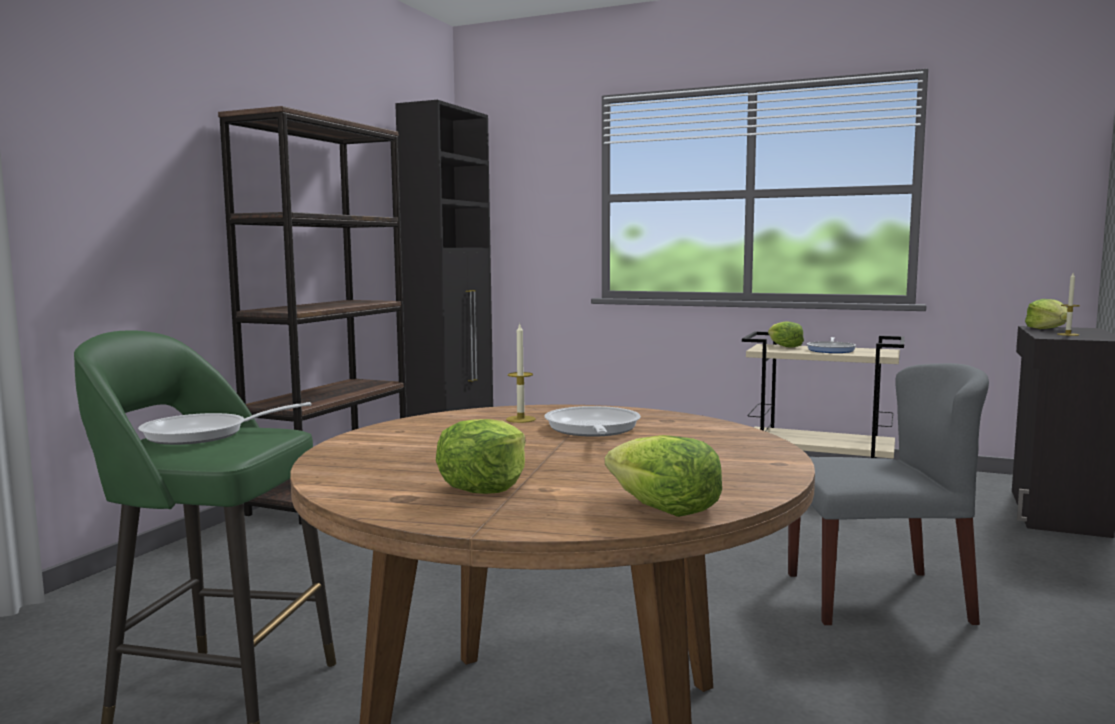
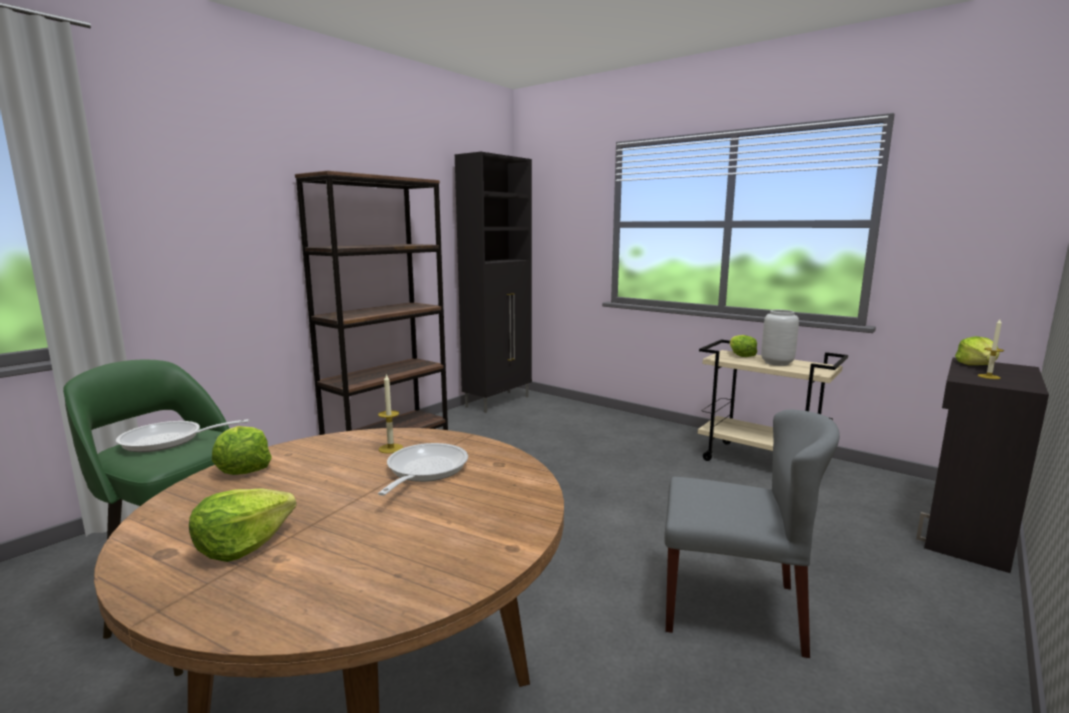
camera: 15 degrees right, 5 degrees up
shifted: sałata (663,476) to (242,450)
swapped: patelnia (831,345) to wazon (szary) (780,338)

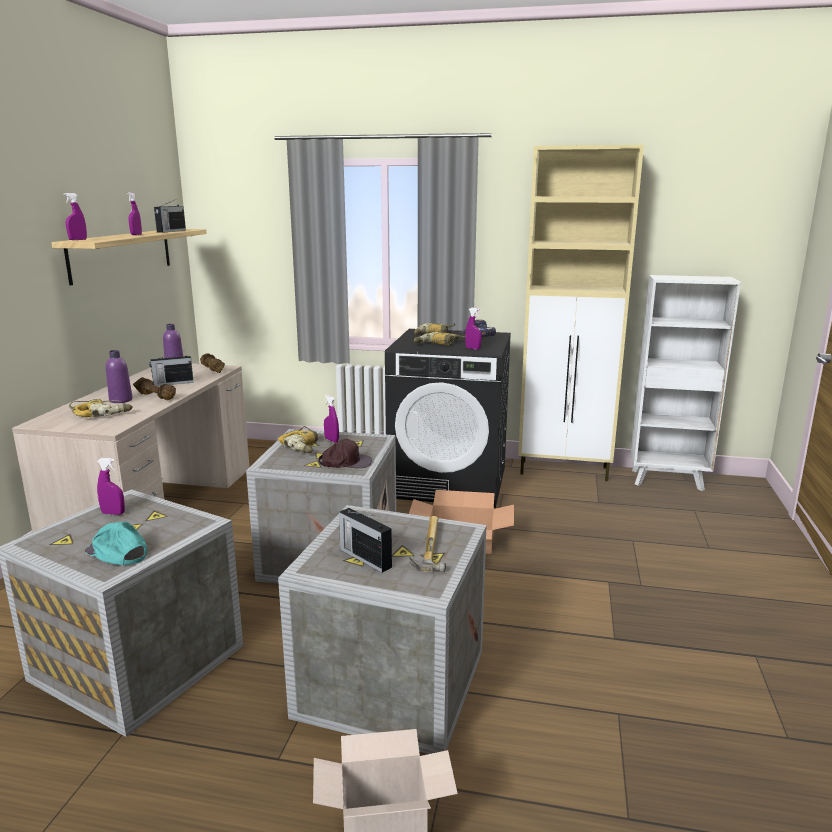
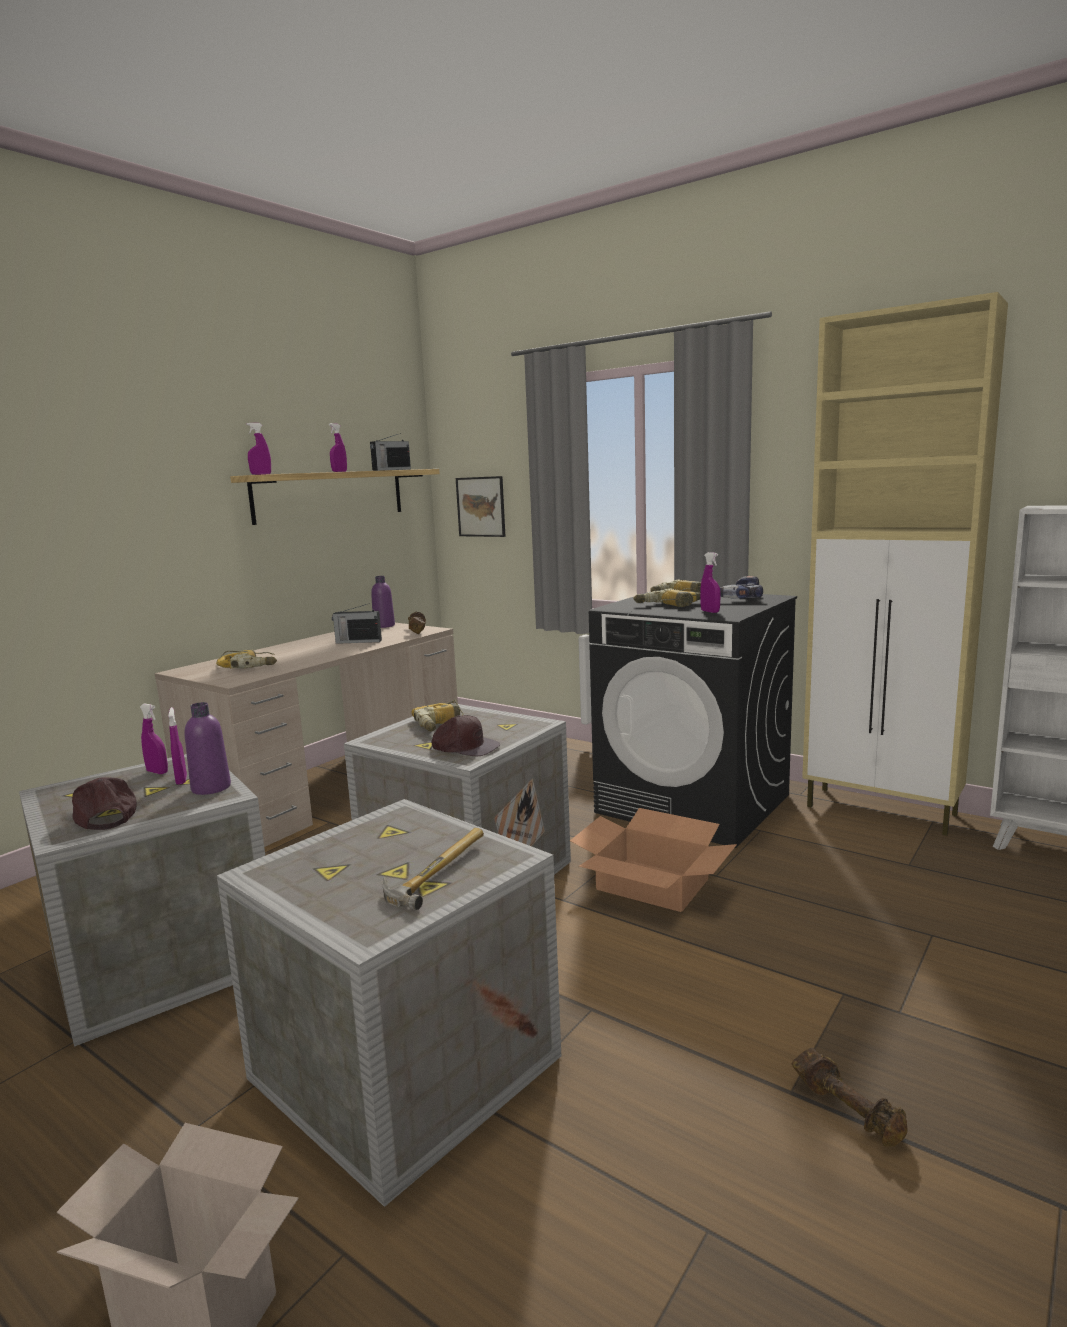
camera: 25 degrees right, 5 degrees down
gone: radio (365,540)
new: obraz (481,506)
shifted: spryskiwacz (fioletowy) (331,419) to (177,746); butelka (fioletowy) (119,376) to (208,748); hantel (brązowy) (154,388) to (849,1097)
repainted: czapka z daszkiem (turkusowy) (116,543) to czapka z daszkiem (brązowy) (104,803)

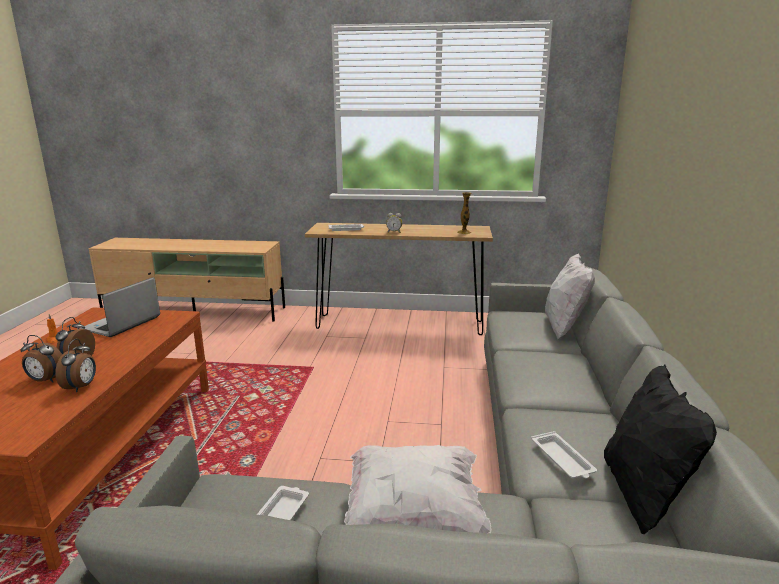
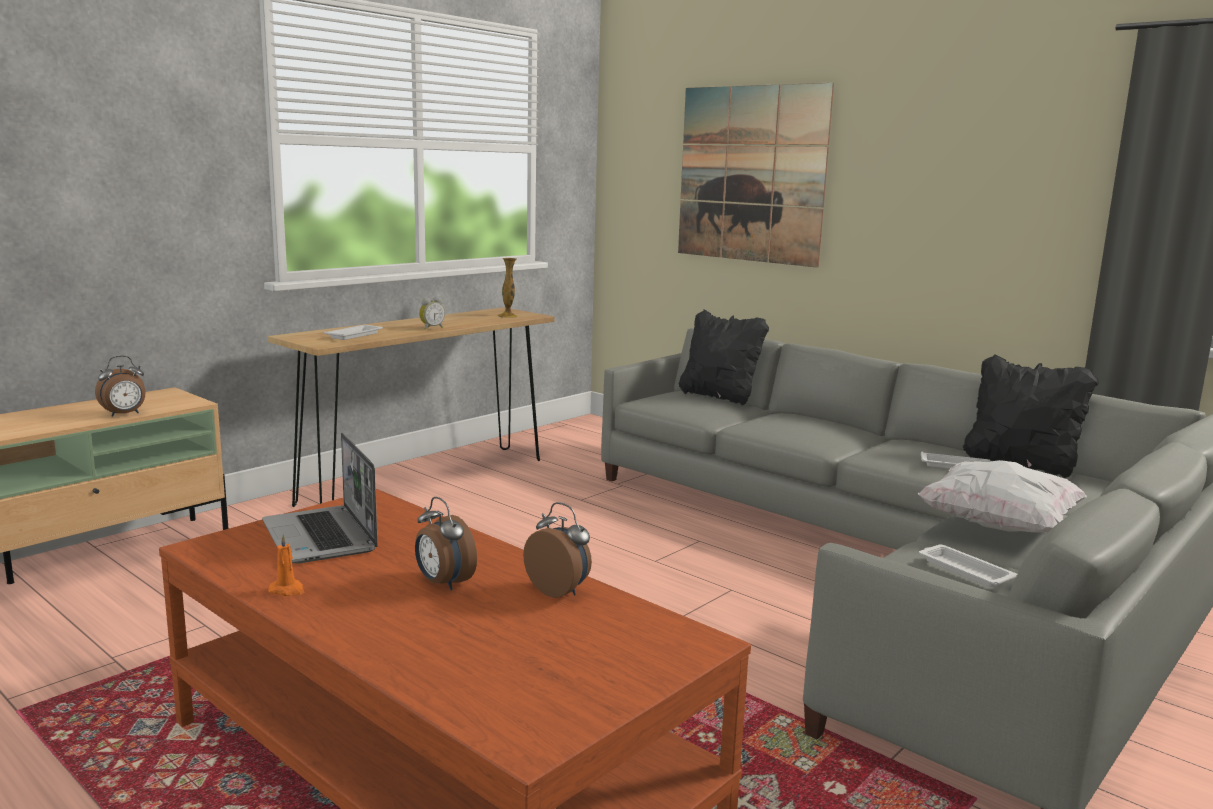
camera: 55 degrees left, 5 degrees down
new: obraz (756,175)
shifted: budzik (41,358) to (120,386)
repainted: poduszka (biały) (570,296) to poduszka (czarny) (724,357)

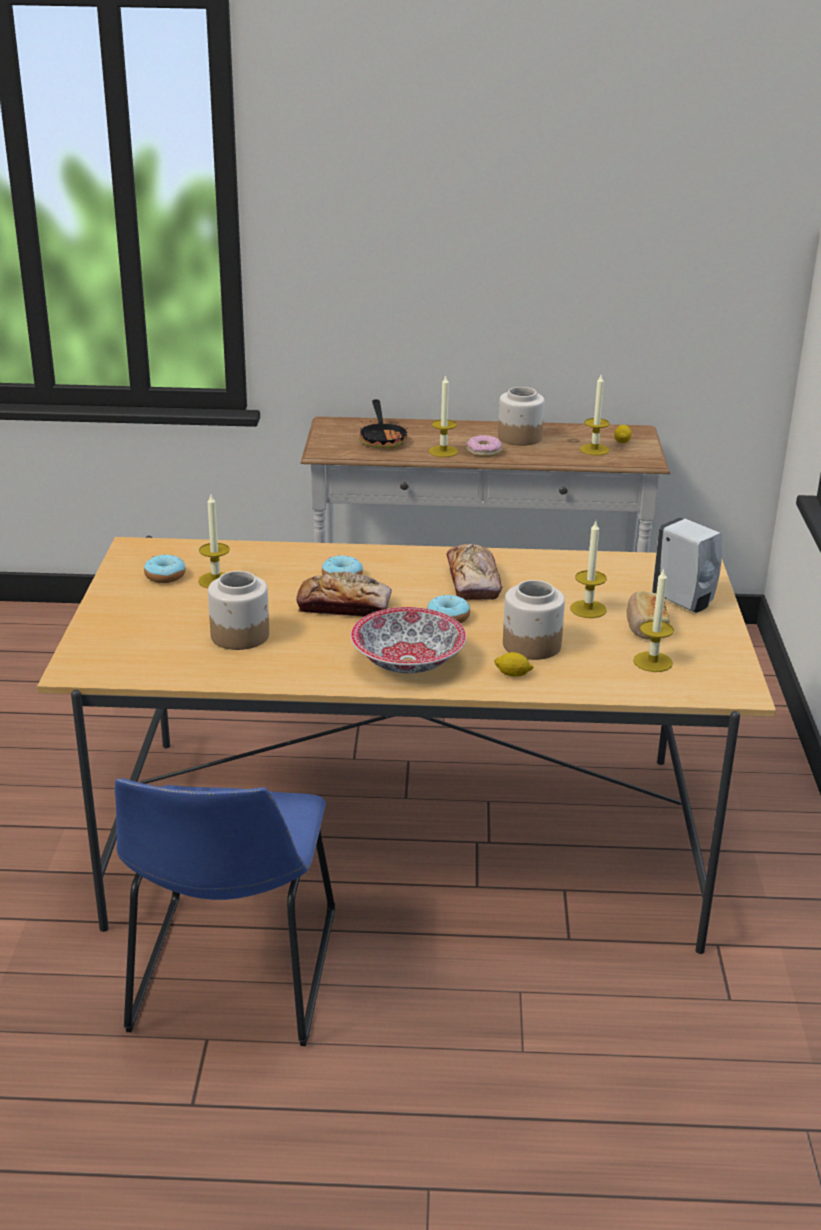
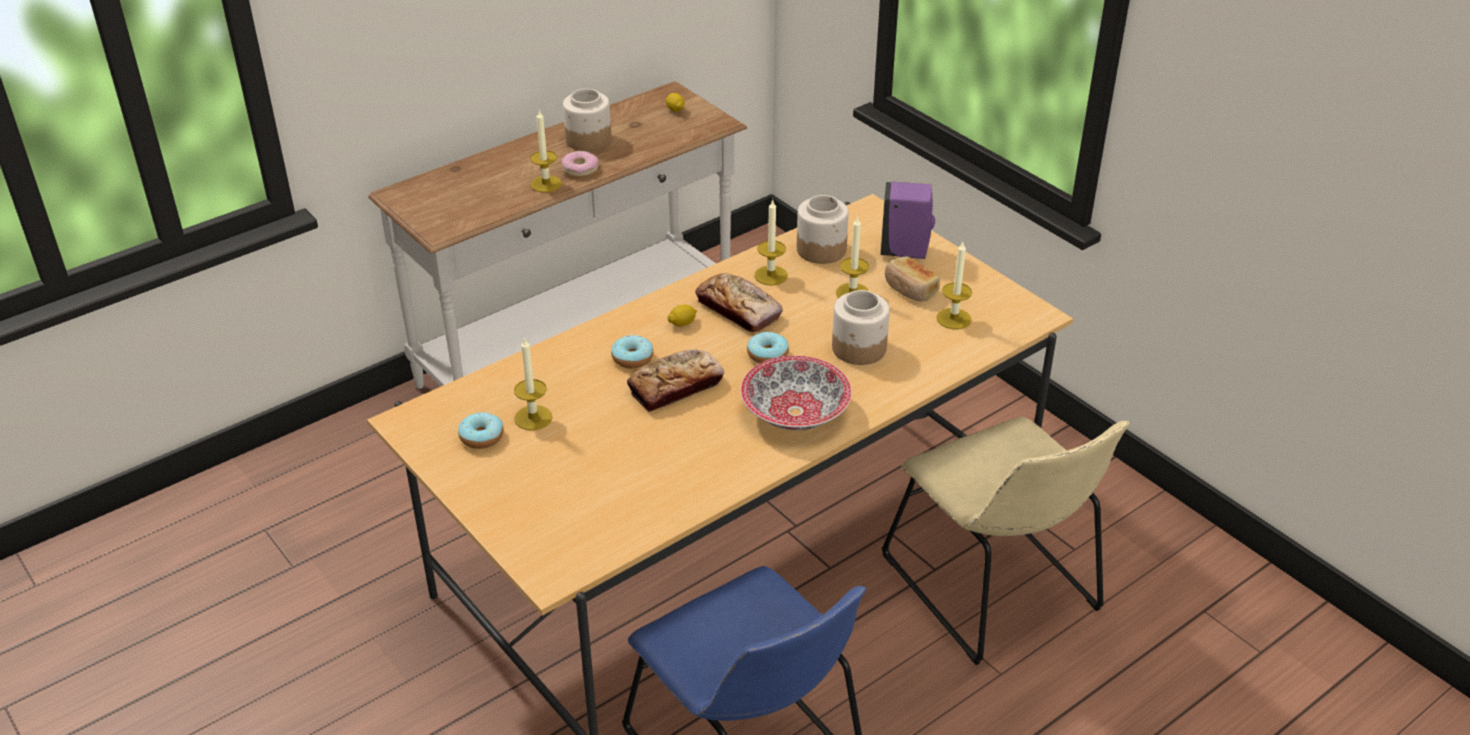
camera: 40 degrees left, 10 degrees up
gone: patelnia (383,424)
new: krzesło (beżowy) (1005,541)
shifted: cytryna (514,664) to (682,315); świeca (595,415) to (771,242); słoik (238,610) to (823,229)
repainted: dozownik mydła (biały) (687,565) to dozownik mydła (fioletowy) (908,220)

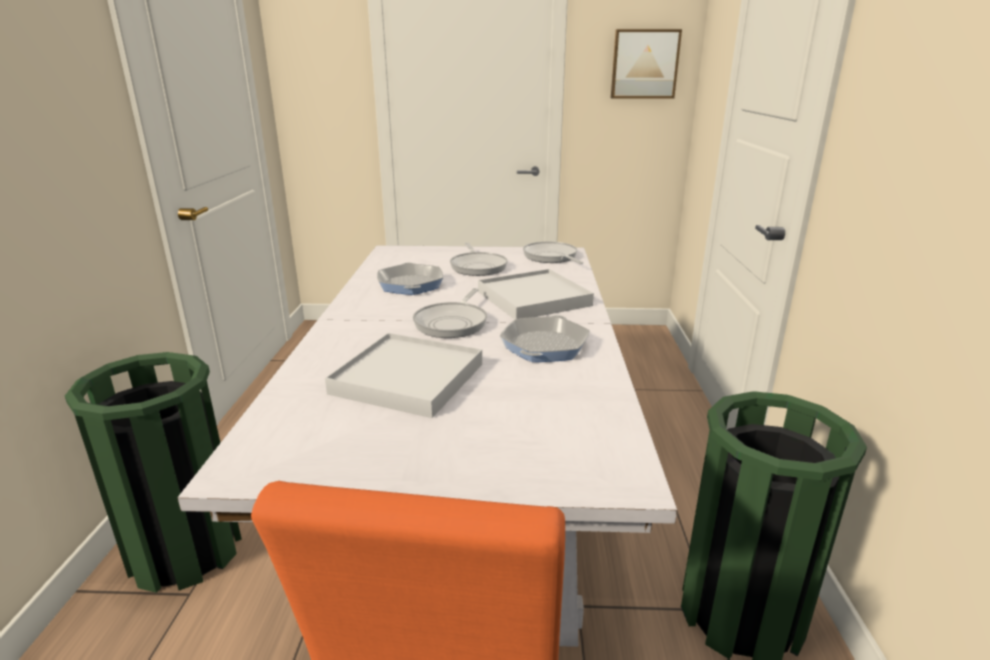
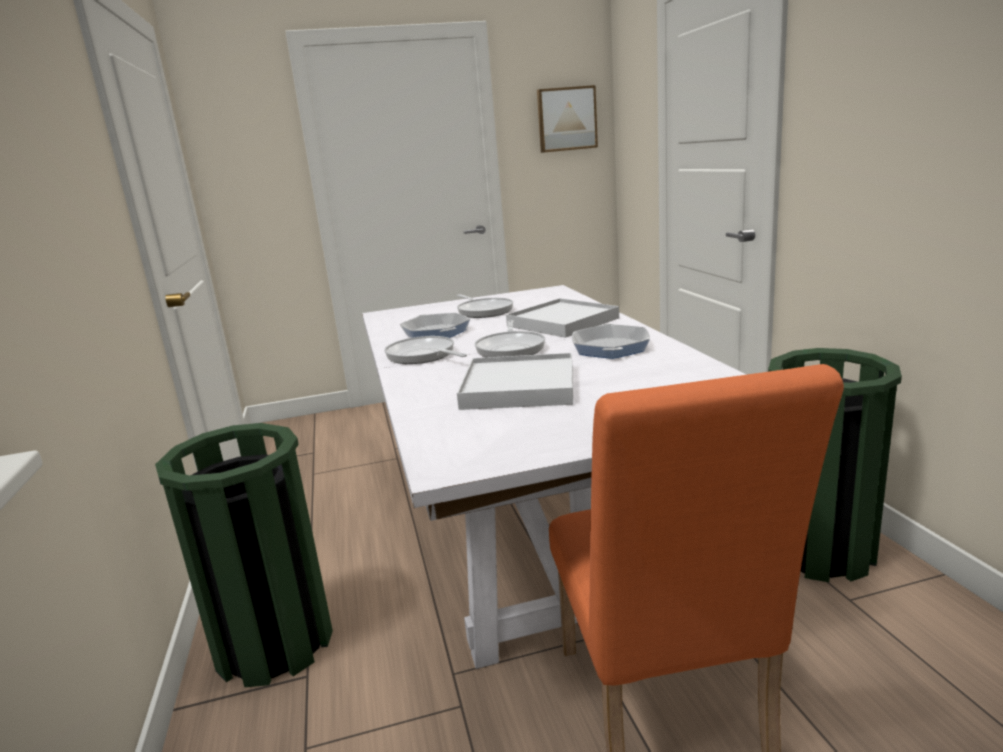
camera: 15 degrees left, 5 degrees down
shifted: patelnia (553,253) to (425,350)

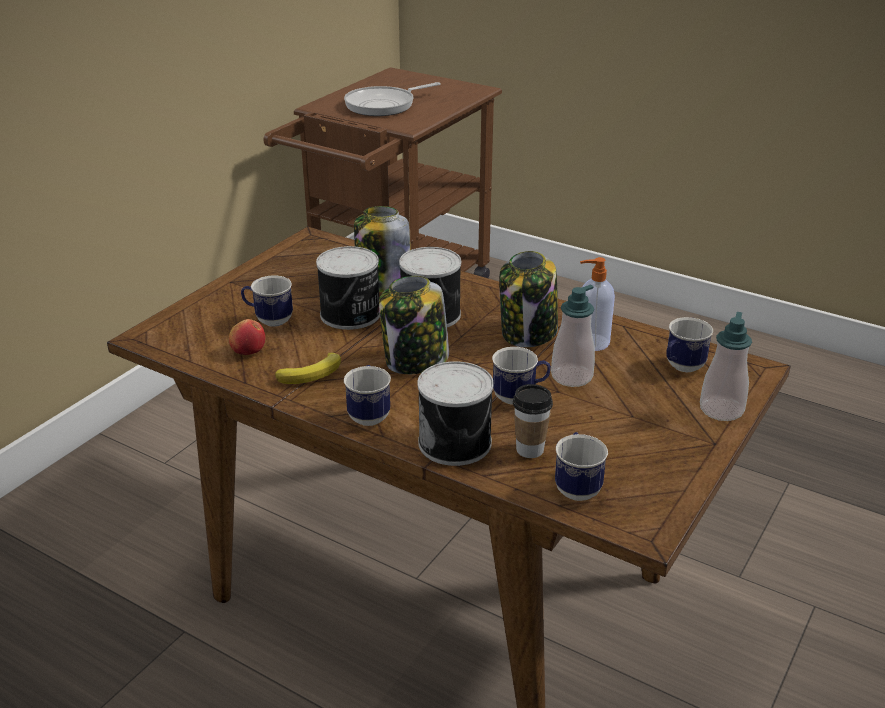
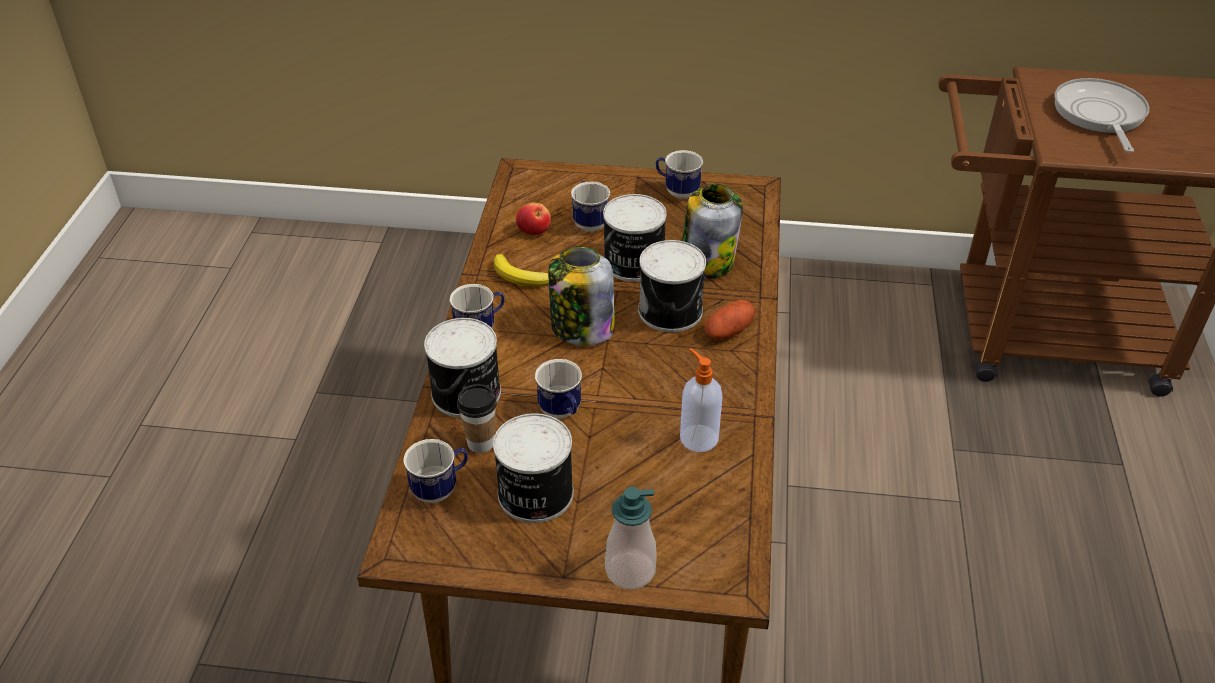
camera: 65 degrees right, 10 degrees up
gone: słoik (528,299); dozownik mydła (573,336)
new: puszka (533,468); ziemniak (729,320)
shifted: kubek (689,344) to (679,174)
rotated: patelnia (392,99) = (1101,115) 60 degrees clockwise

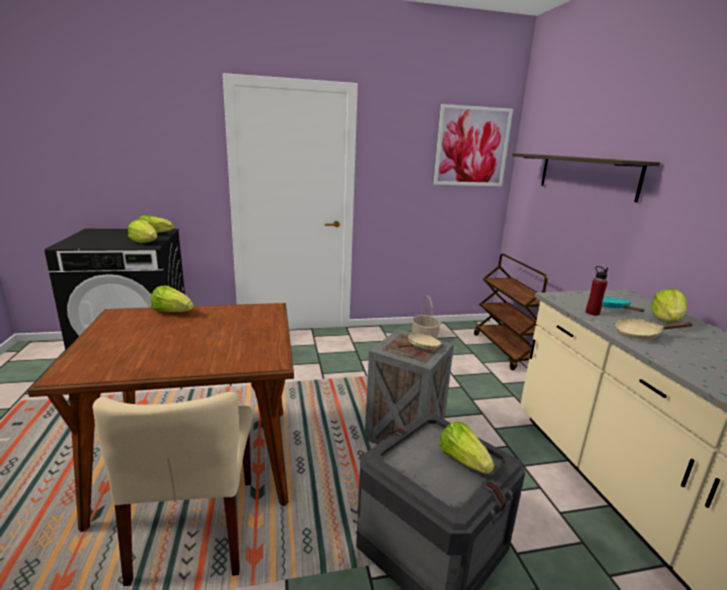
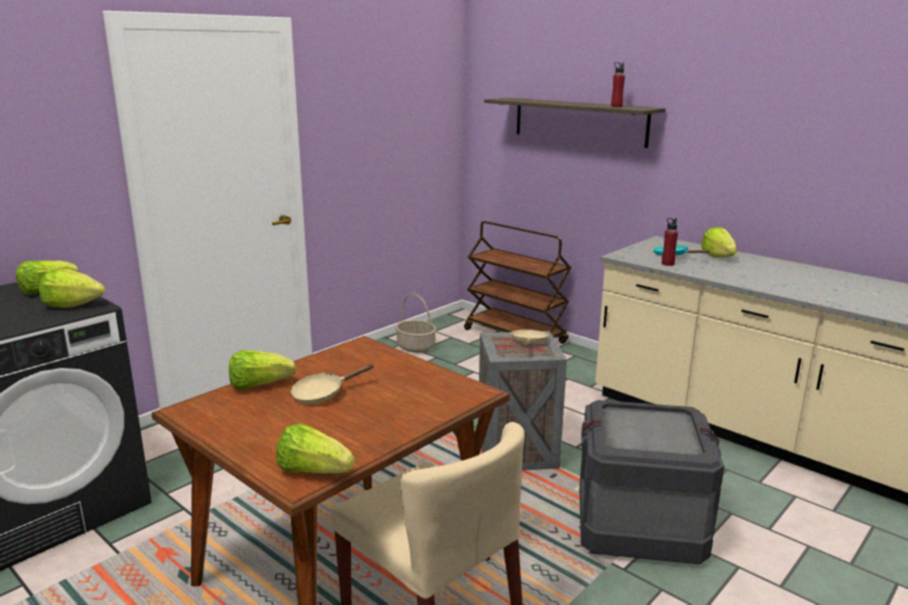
camera: 35 degrees left, 0 degrees up
gone: obraz (473,145)
new: butelka (czerwony) (618,84)
shifted: sałata (466,448) to (315,448); patelnia (beżowy) (653,329) to (332,384)

